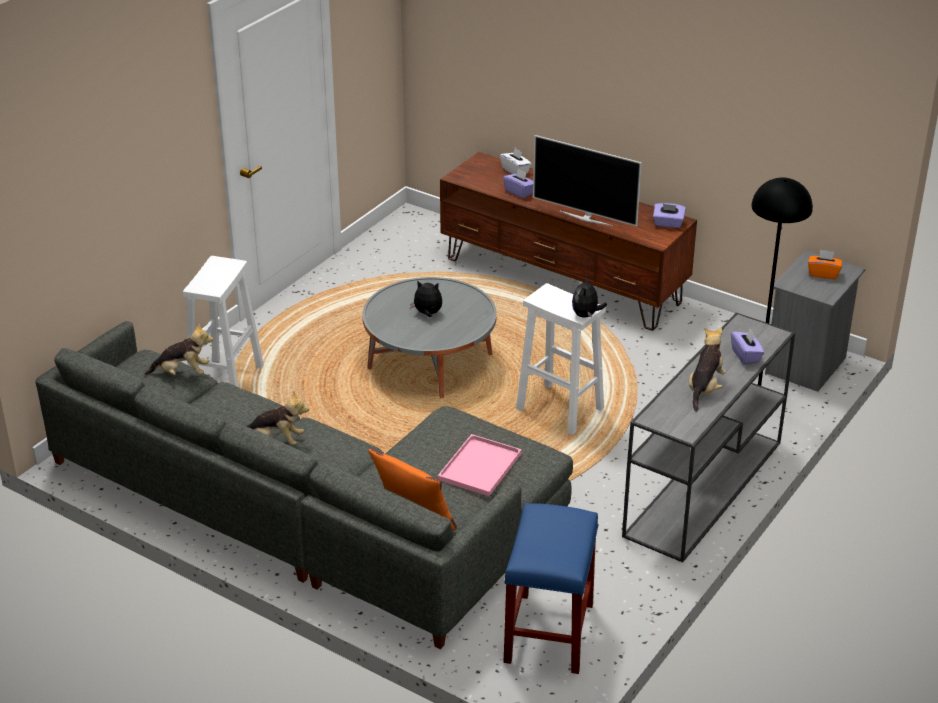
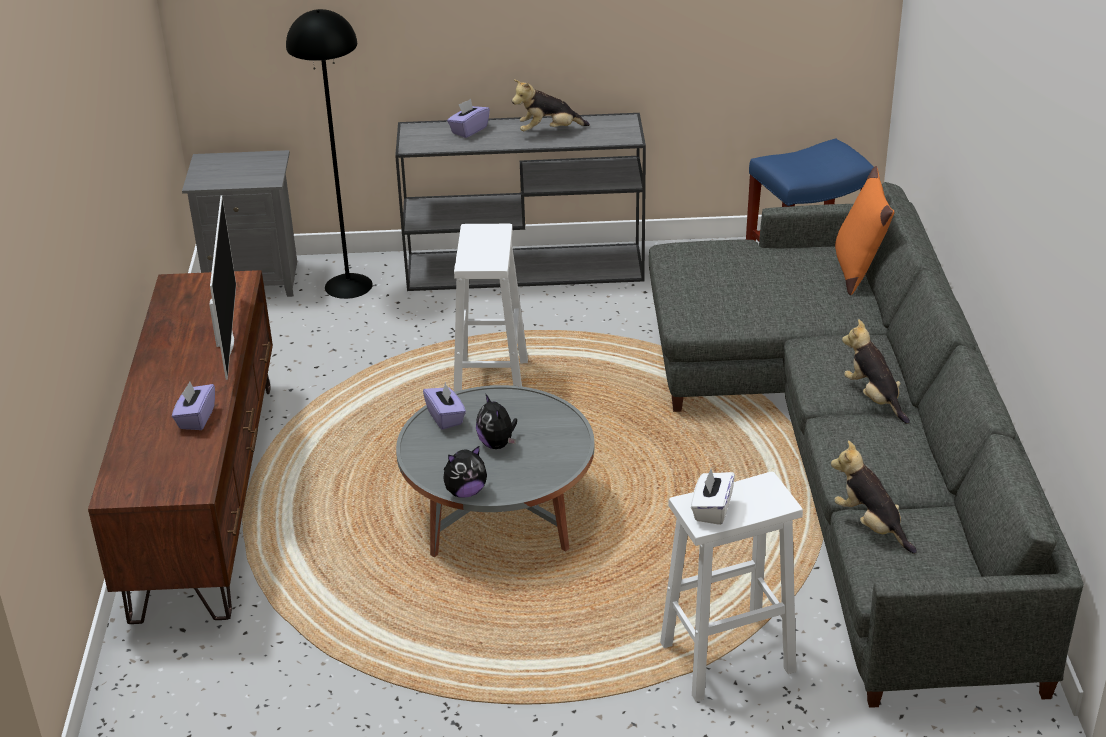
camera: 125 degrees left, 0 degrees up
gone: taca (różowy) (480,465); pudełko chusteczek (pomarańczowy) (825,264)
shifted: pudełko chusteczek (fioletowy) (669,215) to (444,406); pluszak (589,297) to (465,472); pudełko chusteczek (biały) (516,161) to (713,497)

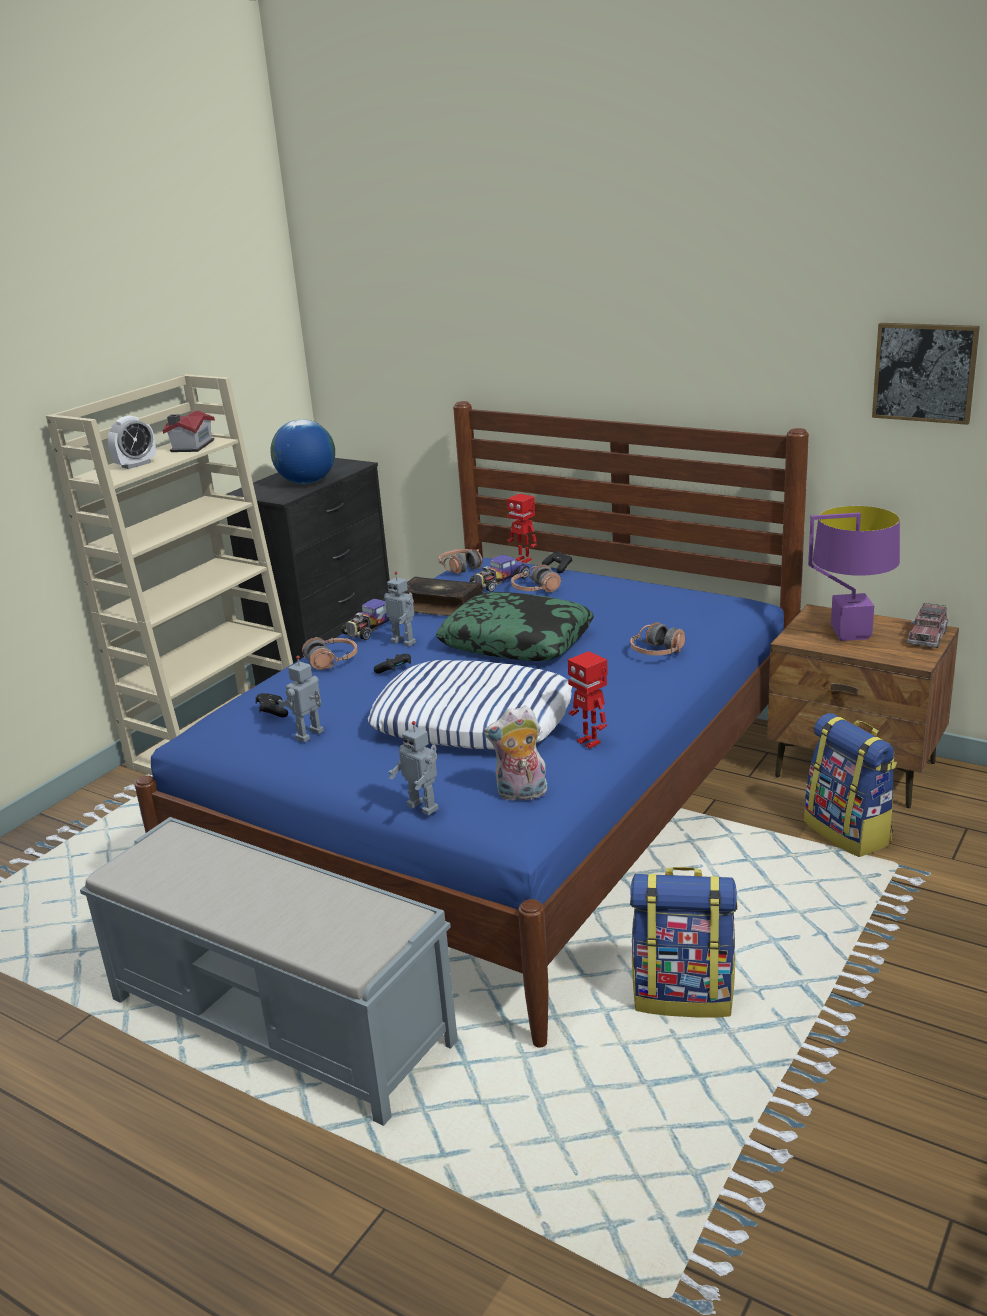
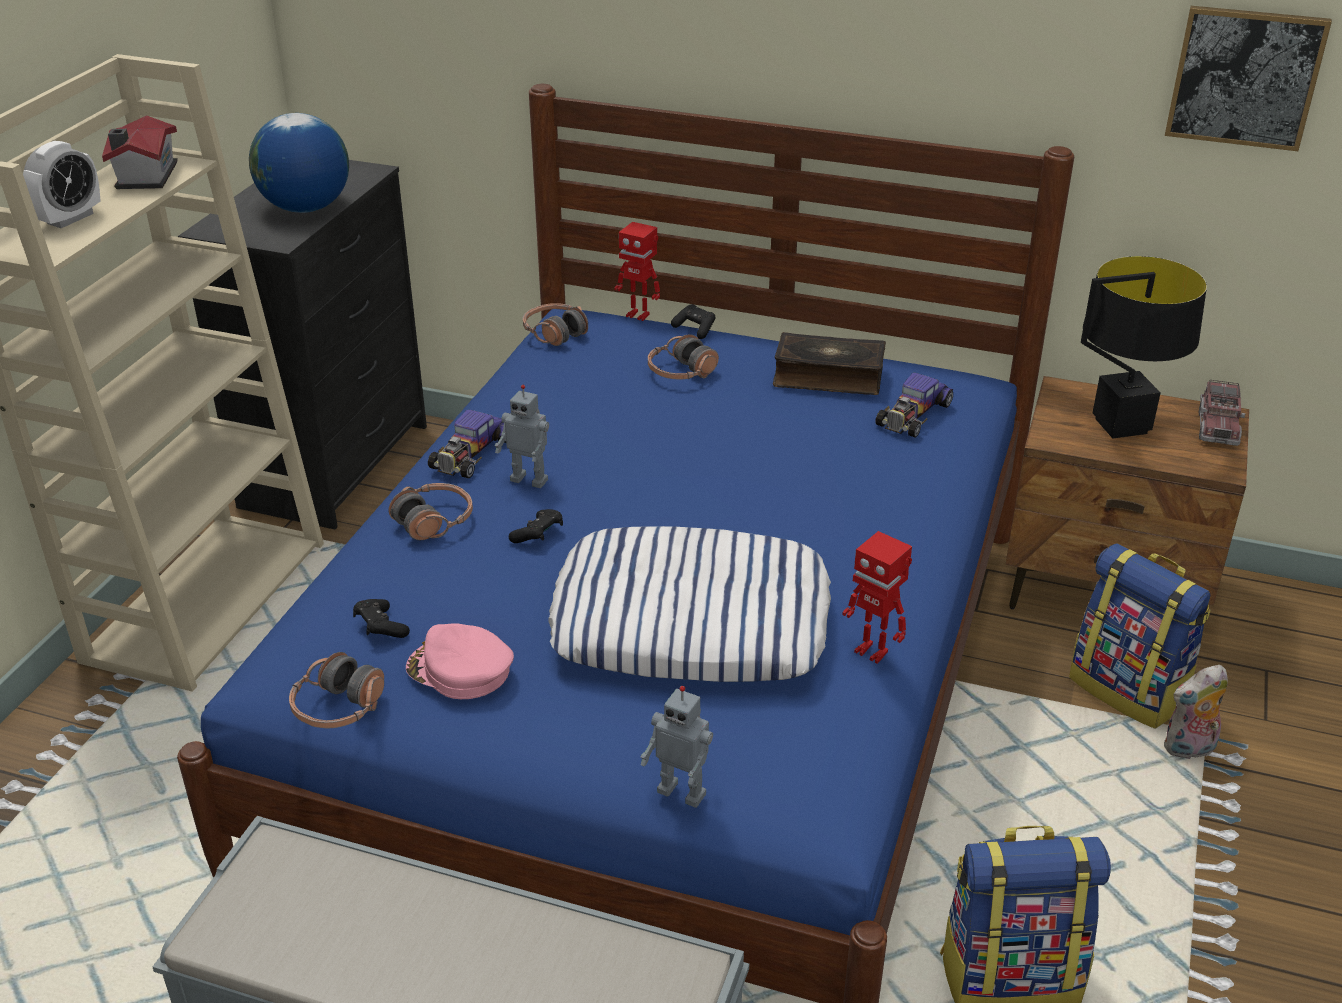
camera: 15 degrees left, 10 degrees up
gone: poduszka (515,626)
shifted: słuchawki (658,639) to (336,690); książka (443,596) to (829,363); samochodzik (500,573) to (914,405); pluszak (515,753) to (1196,712)
swapped: robot zabawkowy (301,699) to czapka z daszkiem (różowy) (460,661)
repainted: lampa stołowa (fioletowy) (854,573) to lampa stołowa (czarny) (1144,347)

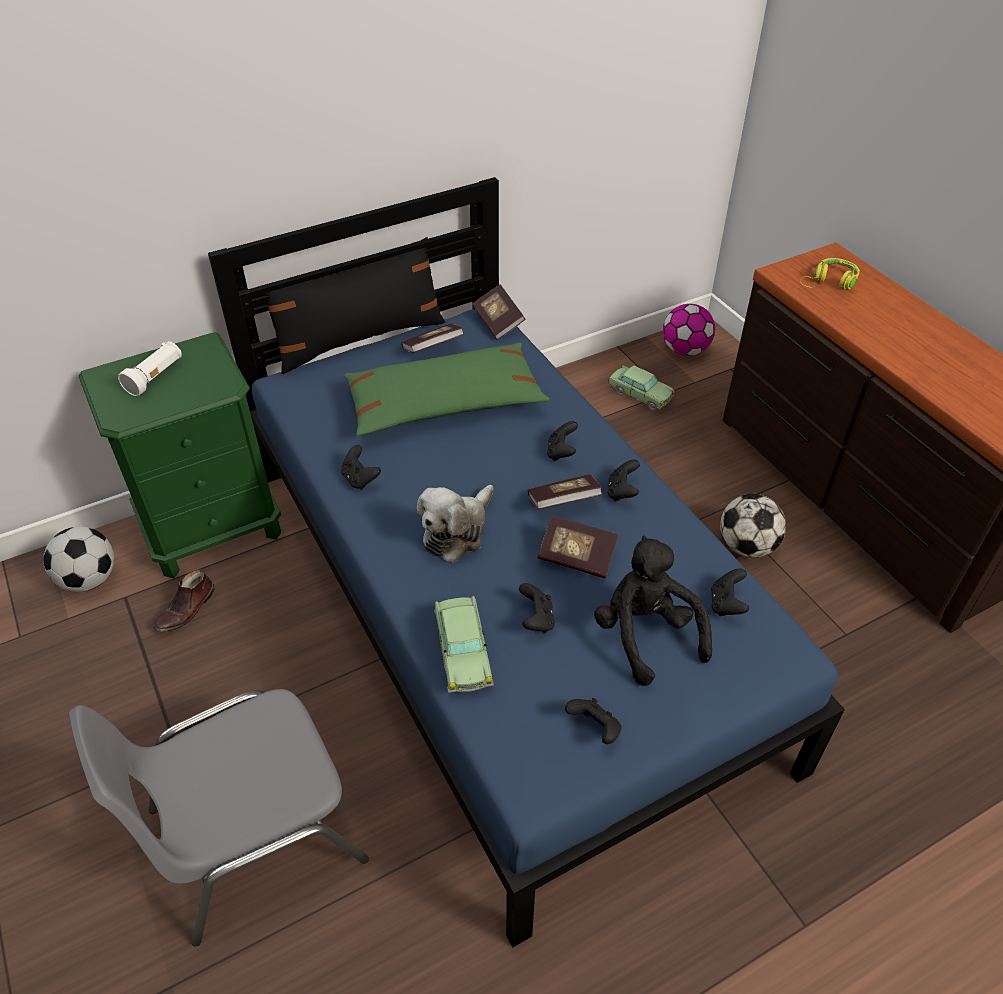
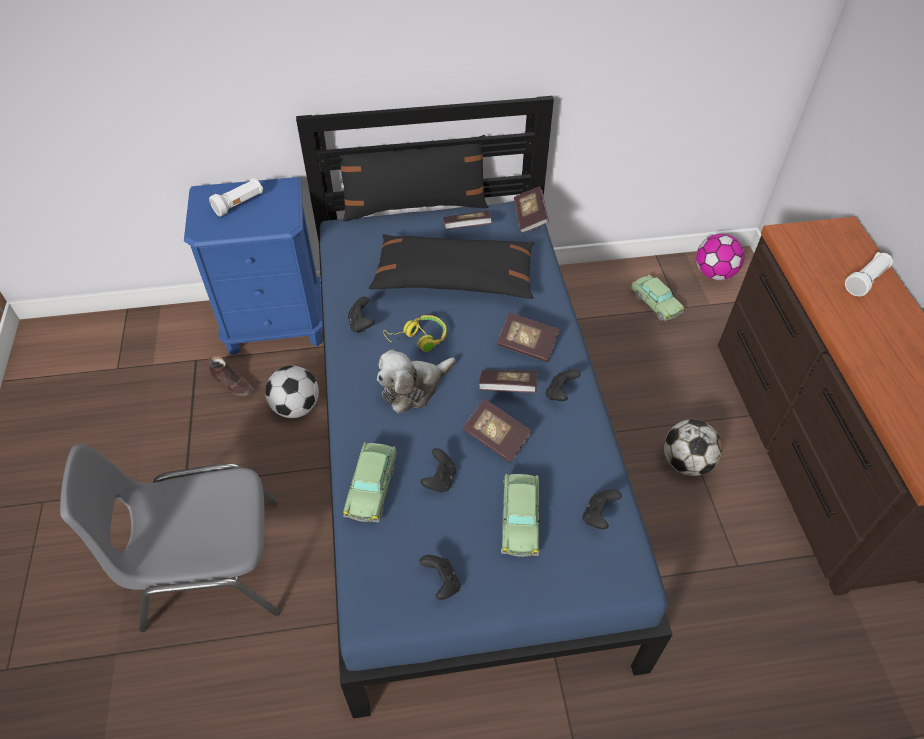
camera: 20 degrees right, 5 degrees up
new: latarka (biały) (869,274)
shifted: piłka futbolowa (78,559) to (292,392); słuchawki (żółty) (830,273) to (415,333)
swapped: pad do gier (czarny) (562,441) to książka (528,337); pluszak (czarny) (653,611) to samochodzik (520,515)
repainted: szafka nocna (zielony) (180,455) to szafka nocna (niebieski) (253,266); poduszka (zielony) (447,389) to poduszka (czarny) (452,266)
rotated: but (brązowy) (184,600) = (230,376) 105 degrees counterclockwise

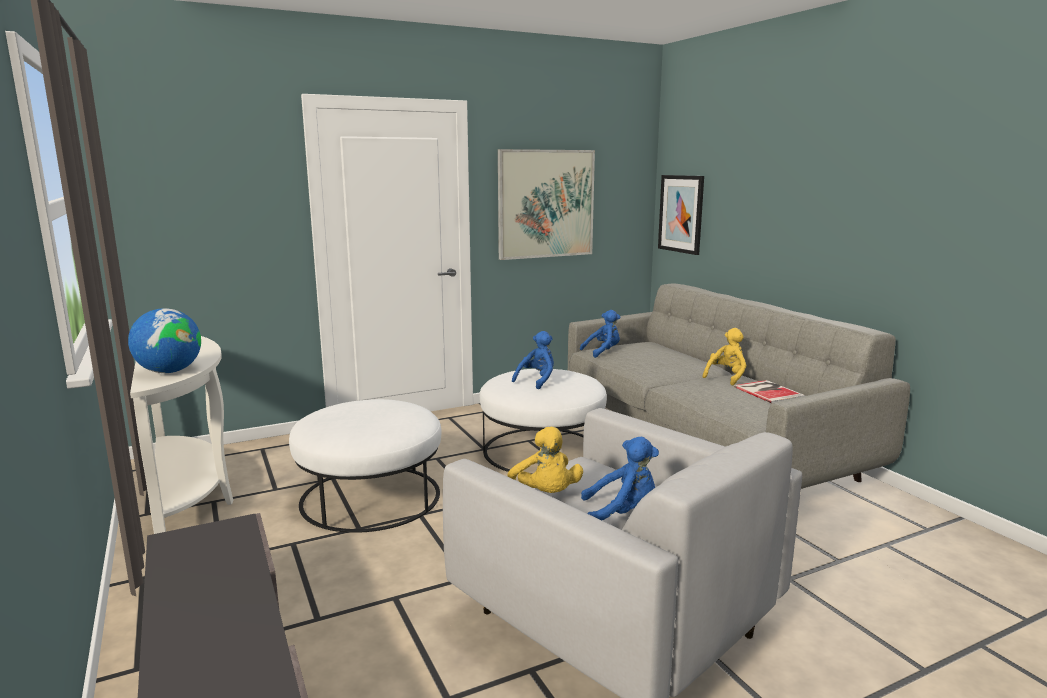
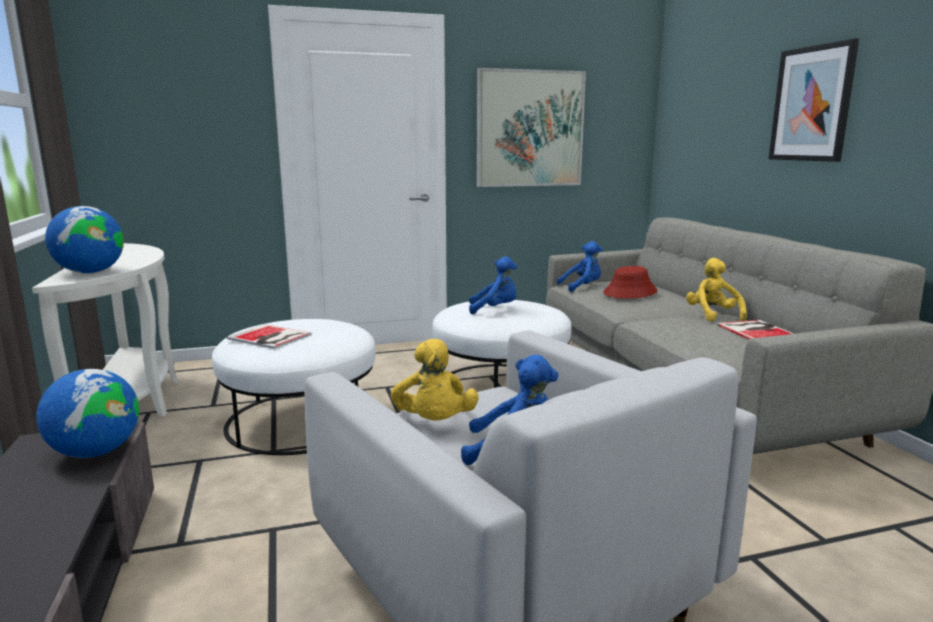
camera: 10 degrees right, 0 degrees up
new: globus (87,413); książka (269,336); kapelusz (czerwony) (630,282)
shifted: obraz (681,215) to (814,100)
rotated: pluszak (niebieski) (533,360) = (493,285) 45 degrees clockwise; pluszak (żółty) (724,356) = (716,290) 60 degrees counterclockwise

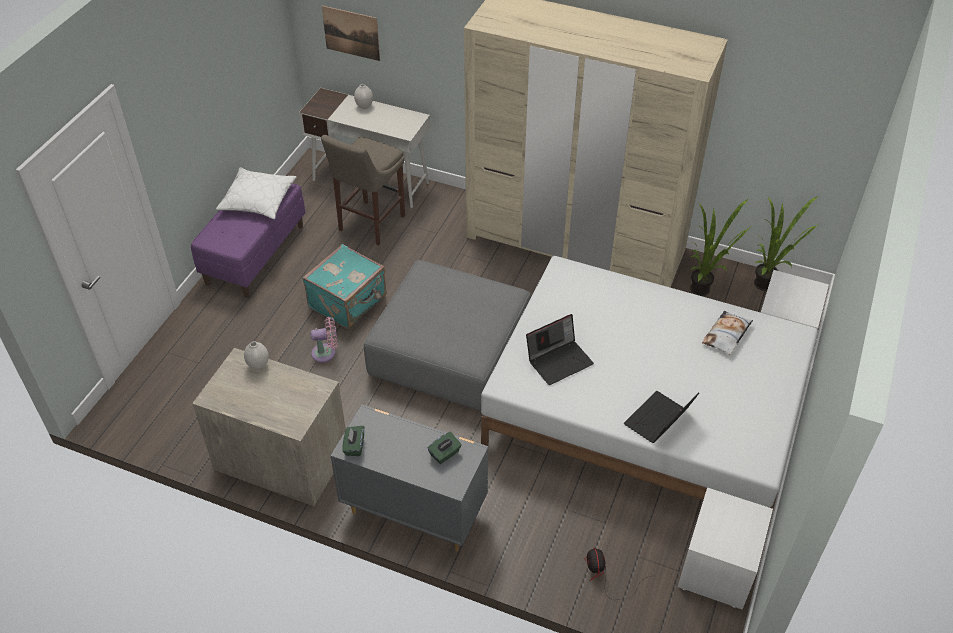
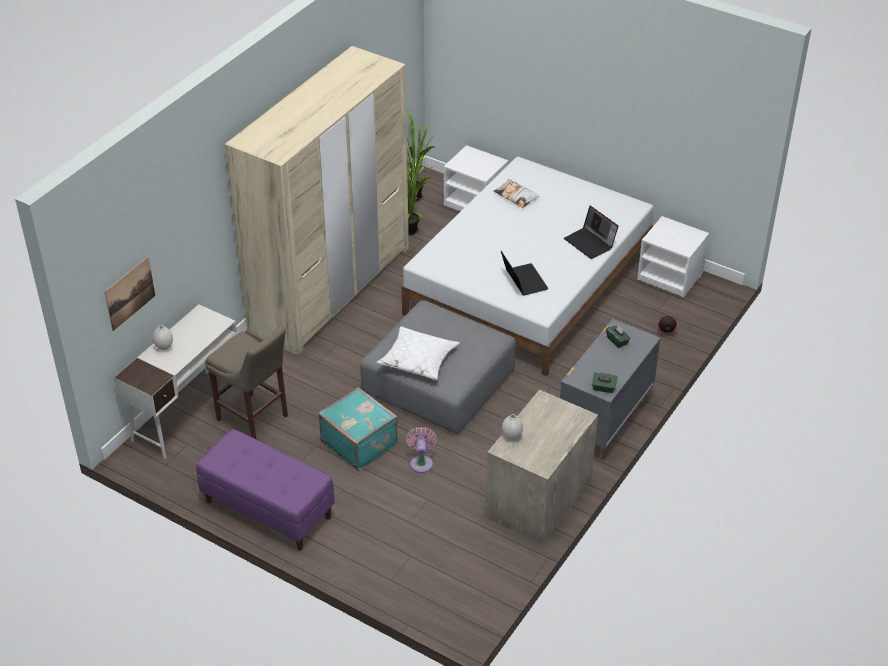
camera: 80 degrees left, 5 degrees down
shifted: poduszka (biały) (256,193) to (418,353)

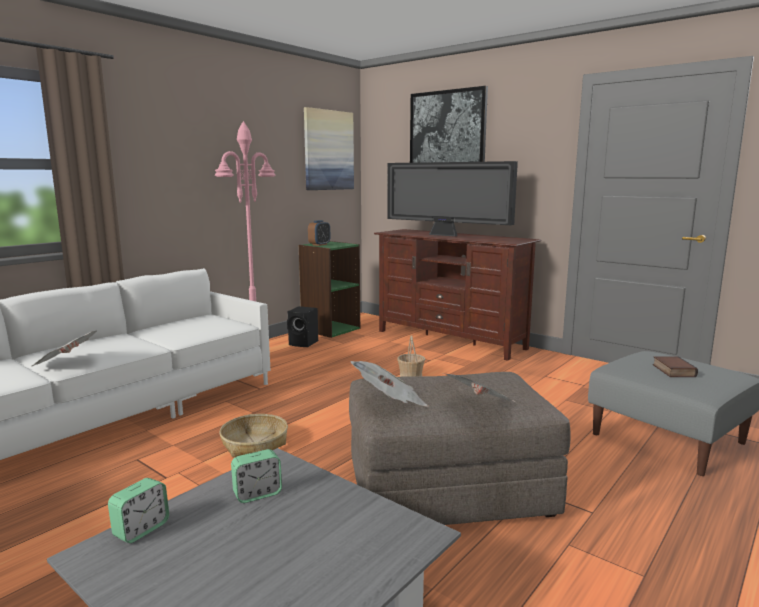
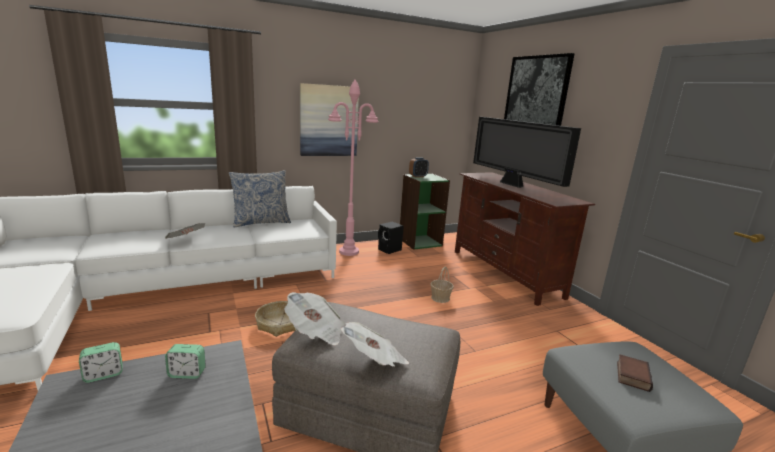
camera: 25 degrees right, 5 degrees up
new: poduszka (260,199)
shifted: obraz (329,148) to (329,119)

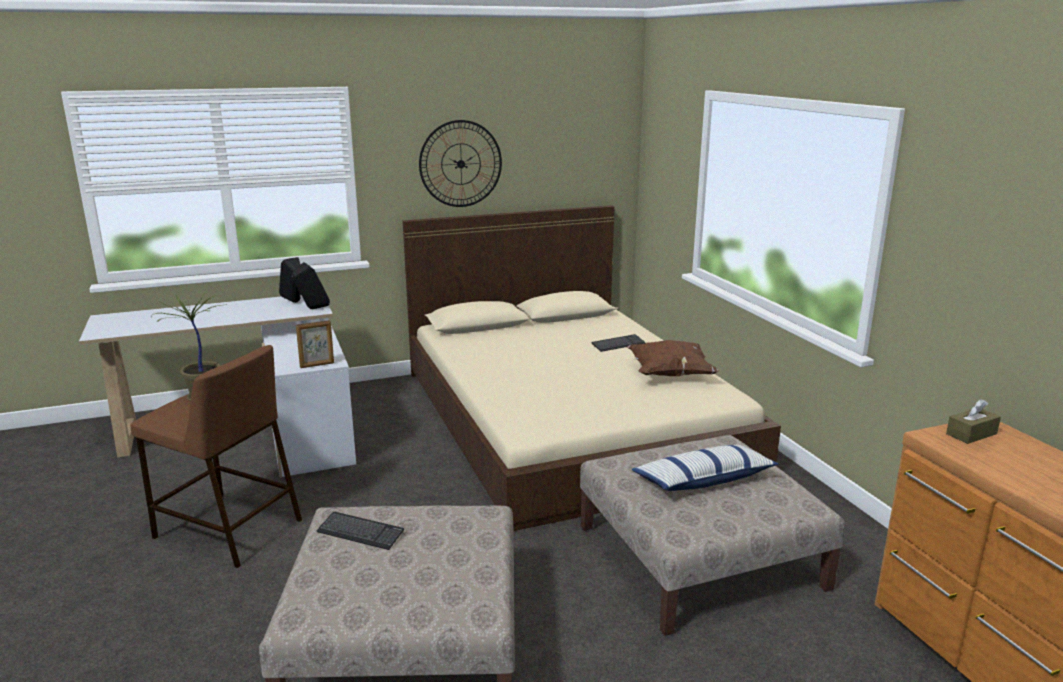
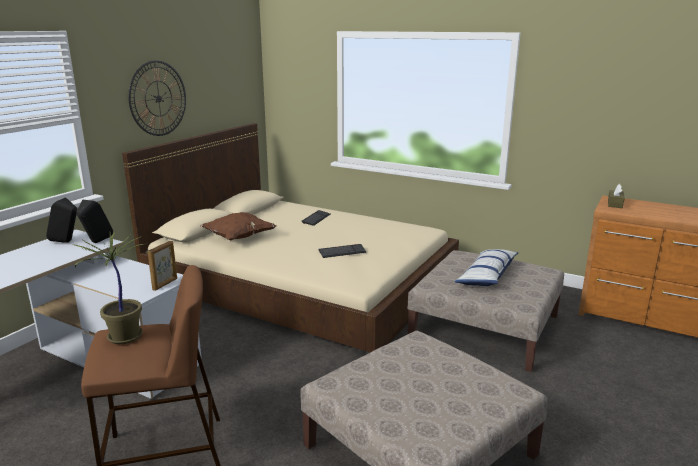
camera: 40 degrees left, 0 degrees up
shifted: poduszka (brązowy) (673,358) to (238,226); klawiatura (360,531) to (342,251)

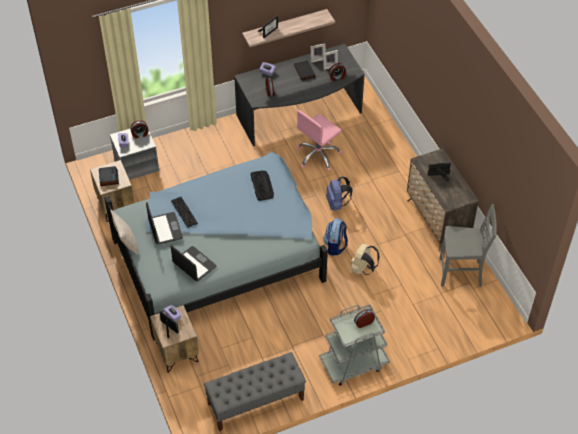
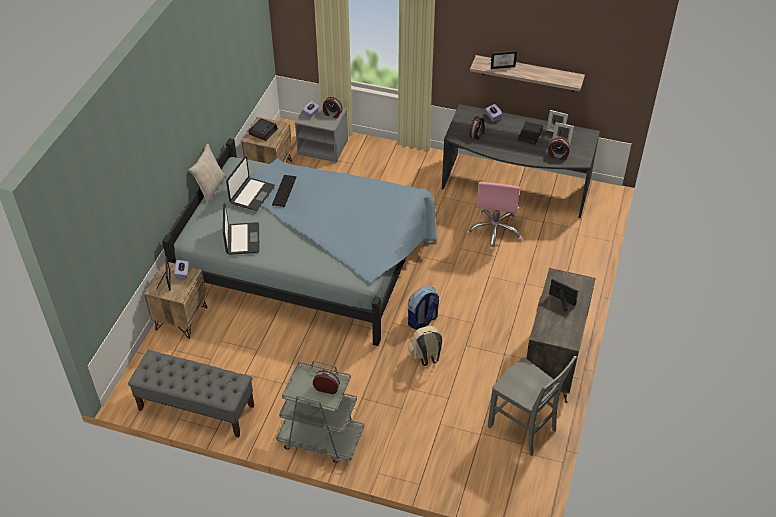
camera: 40 degrees right, 5 degrees down
gone: klawiatura (262,186); plecak (niebieski) (339,194)
rotated: krzesło biurowe (różowy) (319,140) = (494,216) 75 degrees counterclockwise

